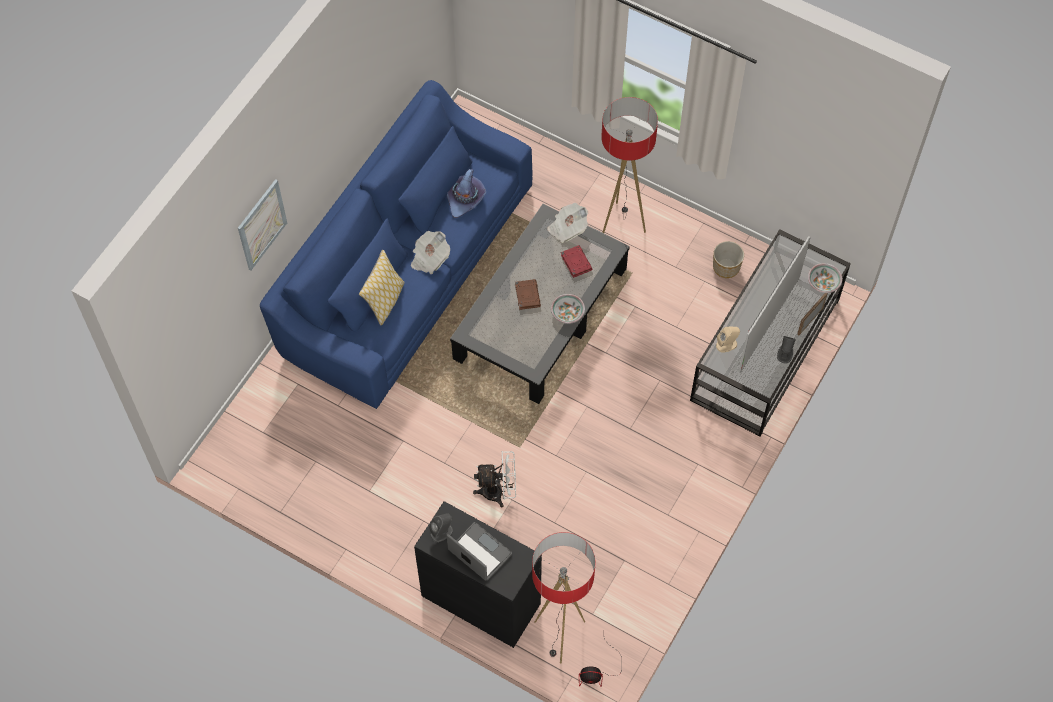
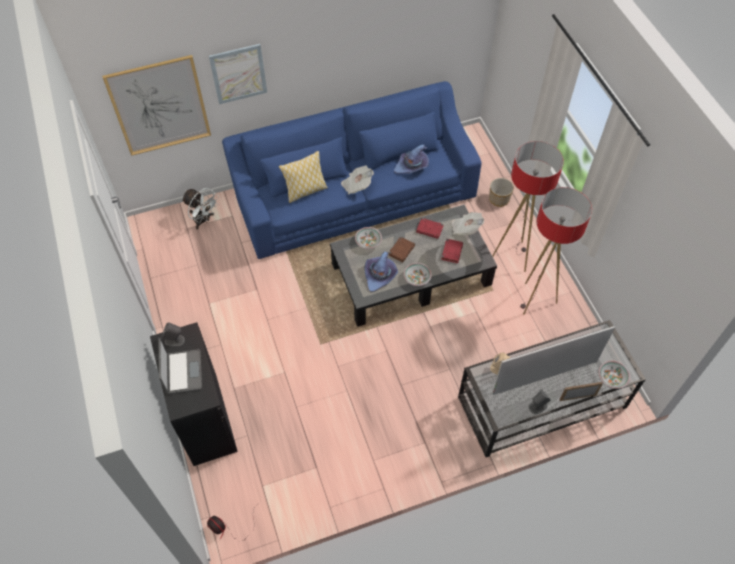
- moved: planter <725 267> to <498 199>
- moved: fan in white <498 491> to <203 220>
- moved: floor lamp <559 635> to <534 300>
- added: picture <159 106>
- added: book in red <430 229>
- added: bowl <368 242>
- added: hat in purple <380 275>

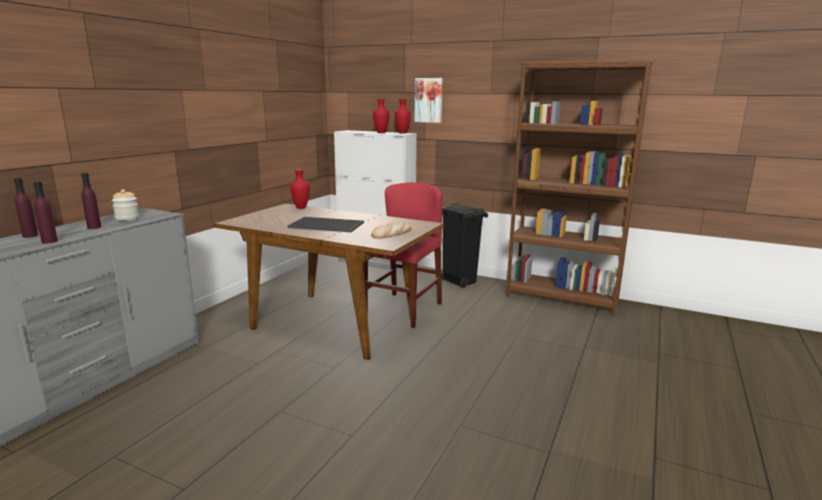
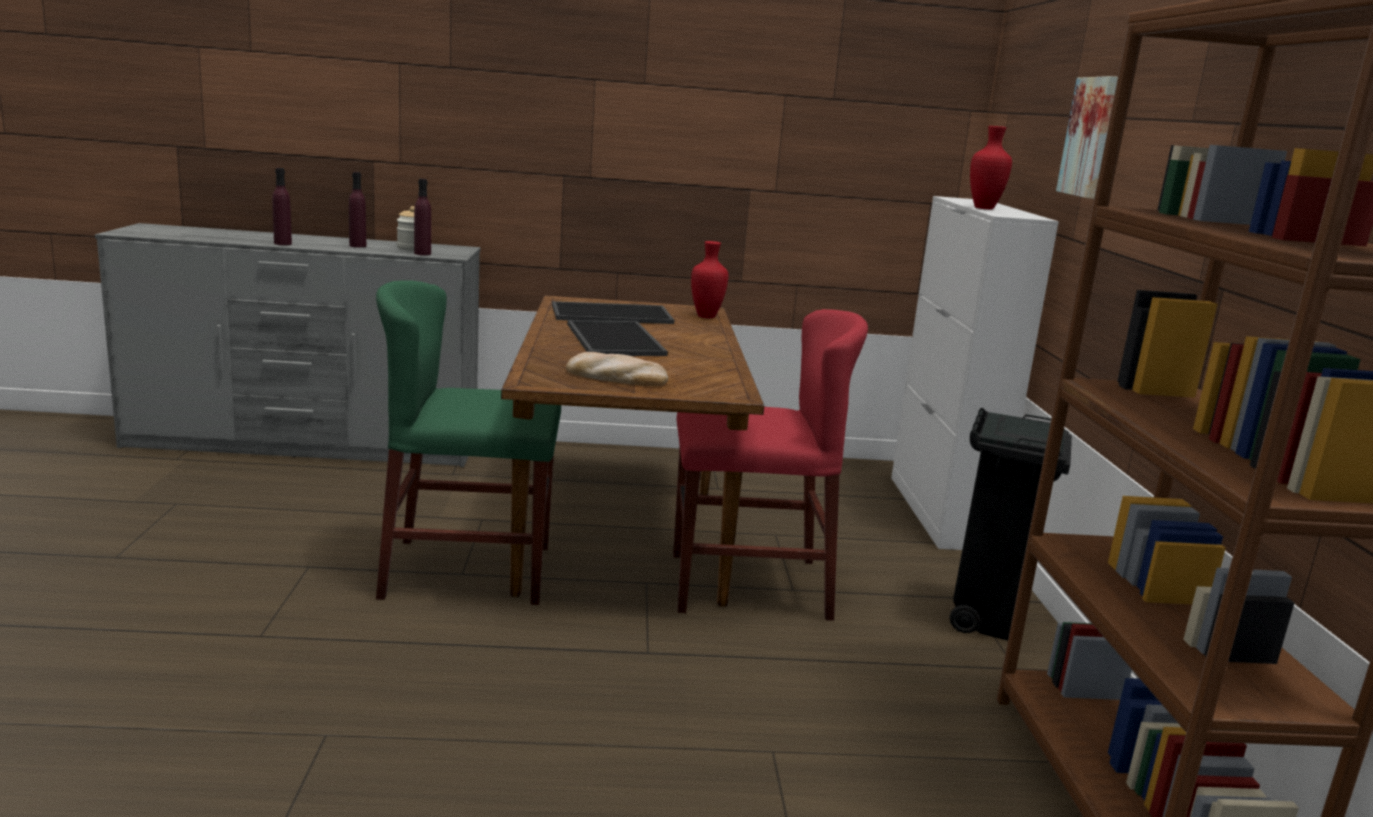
- removed: vase in red <402 133>
- moved: bottle in purple <30 236> to <422 253>
- added: chair in green <468 571>
- added: tray <612 314>

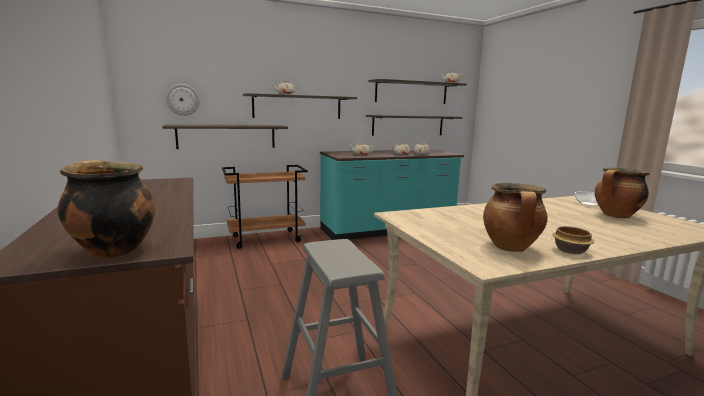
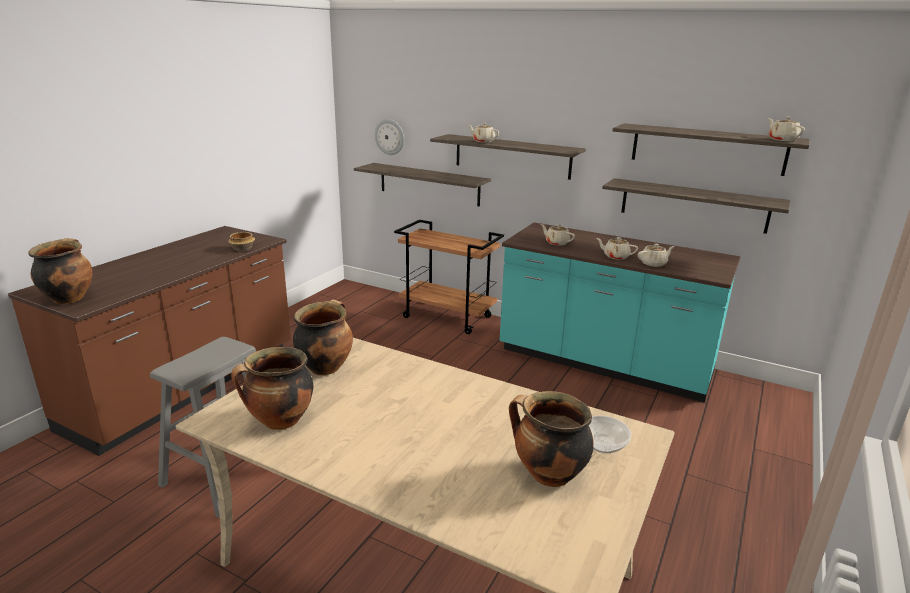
- moved: bowl <570 250> to <243 249>
- added: cooking pot <325 367>

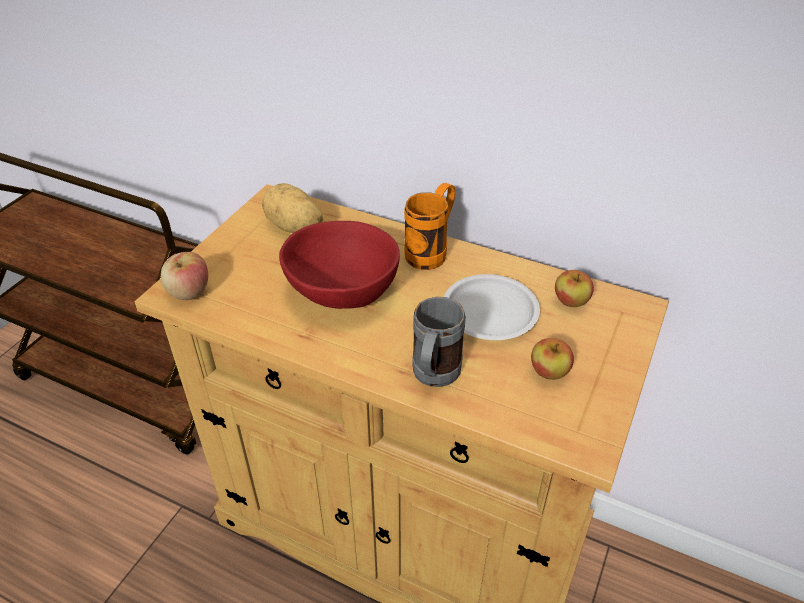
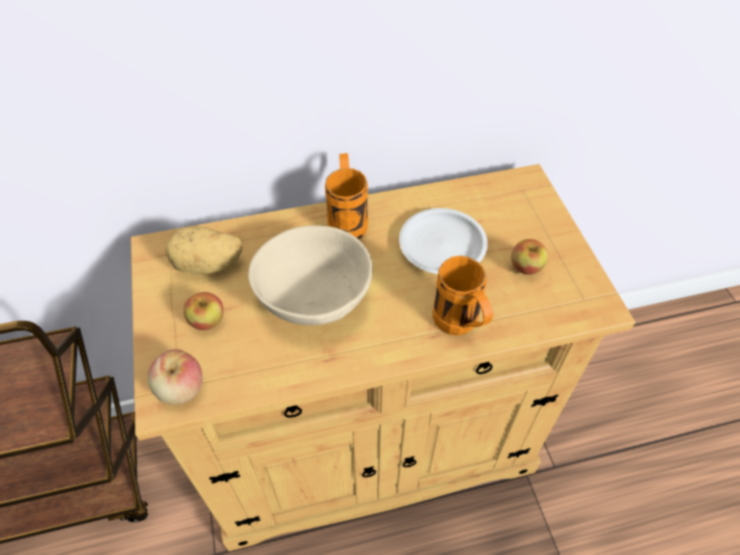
- recoloured: bowl in red <343 291> to bowl in beige <316 298>
- moved: apple <571 301> to <207 321>
- recoloured: mug in grey <433 378> to mug in orange <460 326>

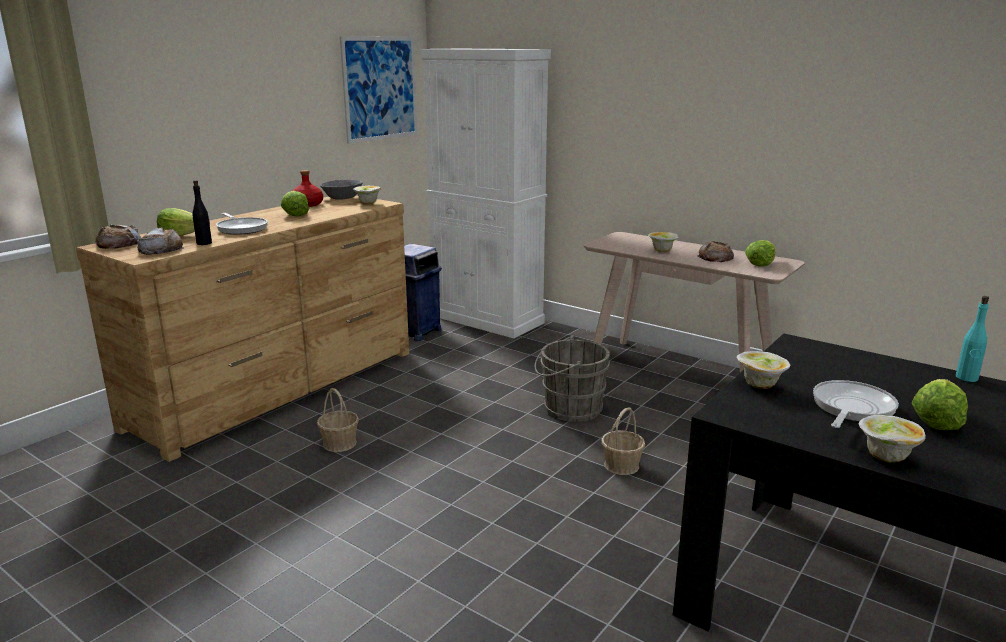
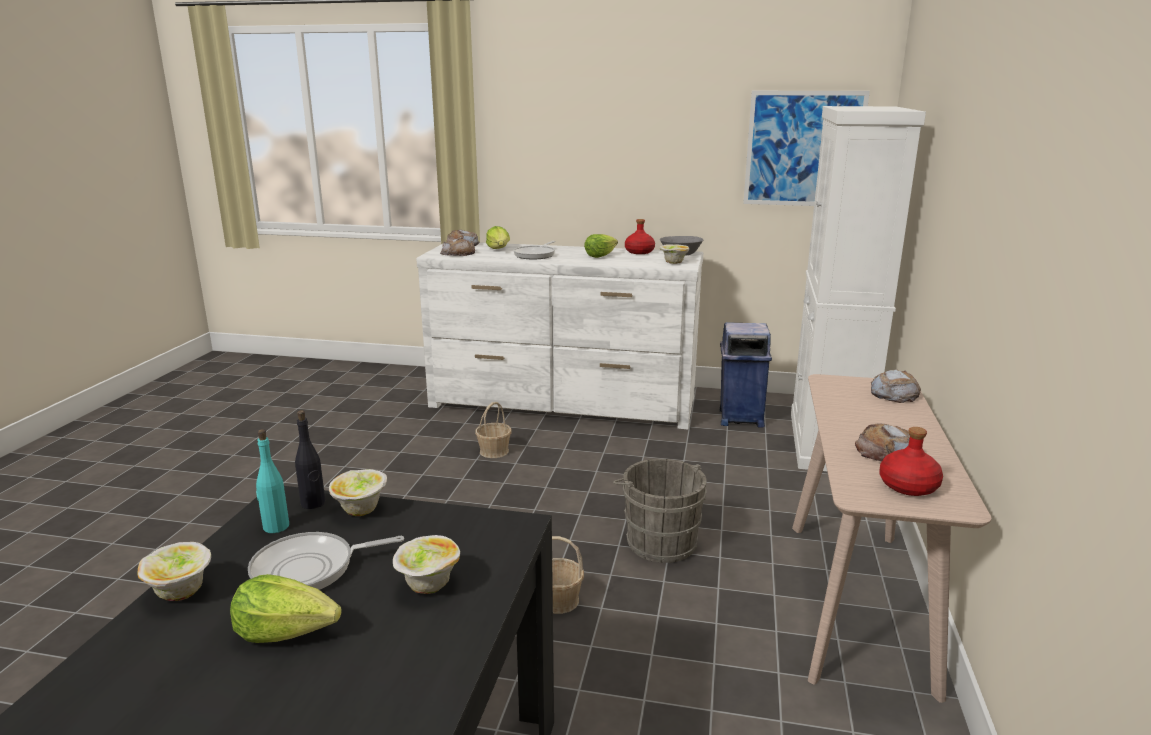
- moved: bottle in black <204 243> to <313 503>
- recoloured: dresser in brown <280 388> to dresser in white <563 403>
- moved: bowl <662 251> to <428 585>
- replaced: lettuce <760 263> to bottle in red <907 486>
- moved: bottle in turquoise <966 378> to <276 527>
- turned: frying pan <851 408> = <310 569> 150 degrees clockwise
- added: bread <894 393>

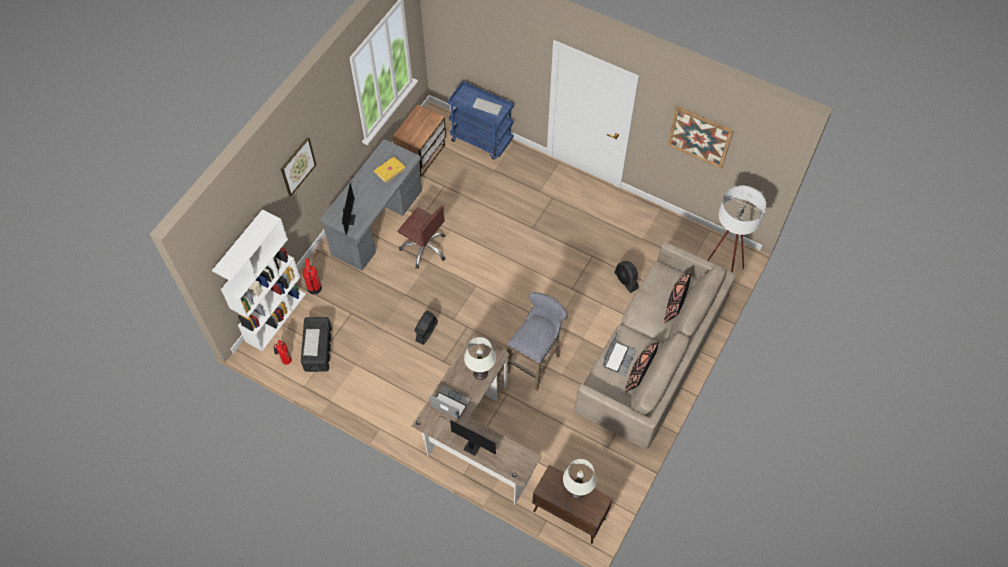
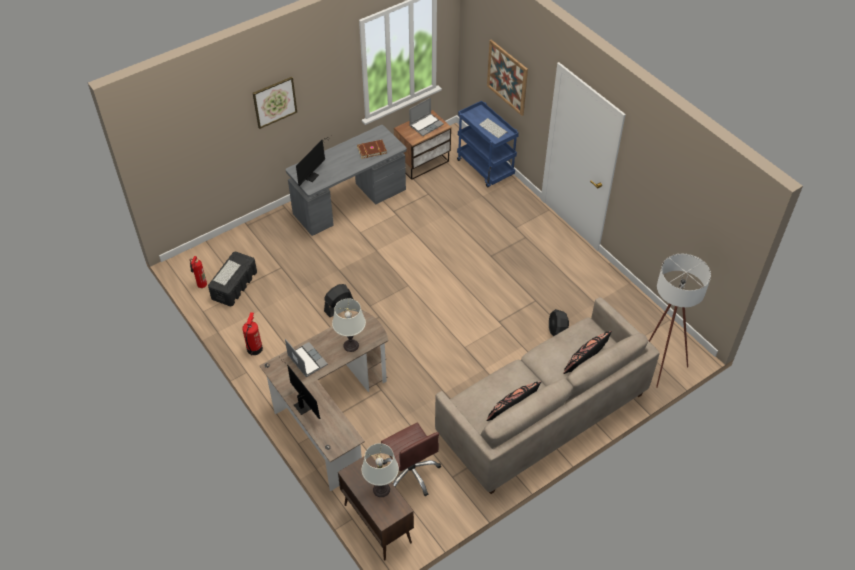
- moved: picture <699 137> to <507 77>
- recoloured: book in yellow <389 170> to book in brown <371 149>
- moved: office chair in brown <424 248> to <411 472>
- removed: bookcase in white <275 317>
- moved: fire extinguisher <314 287> to <255 348>
- removed: stool in grey <535 362>
- moved: laptop <618 358> to <426 125>

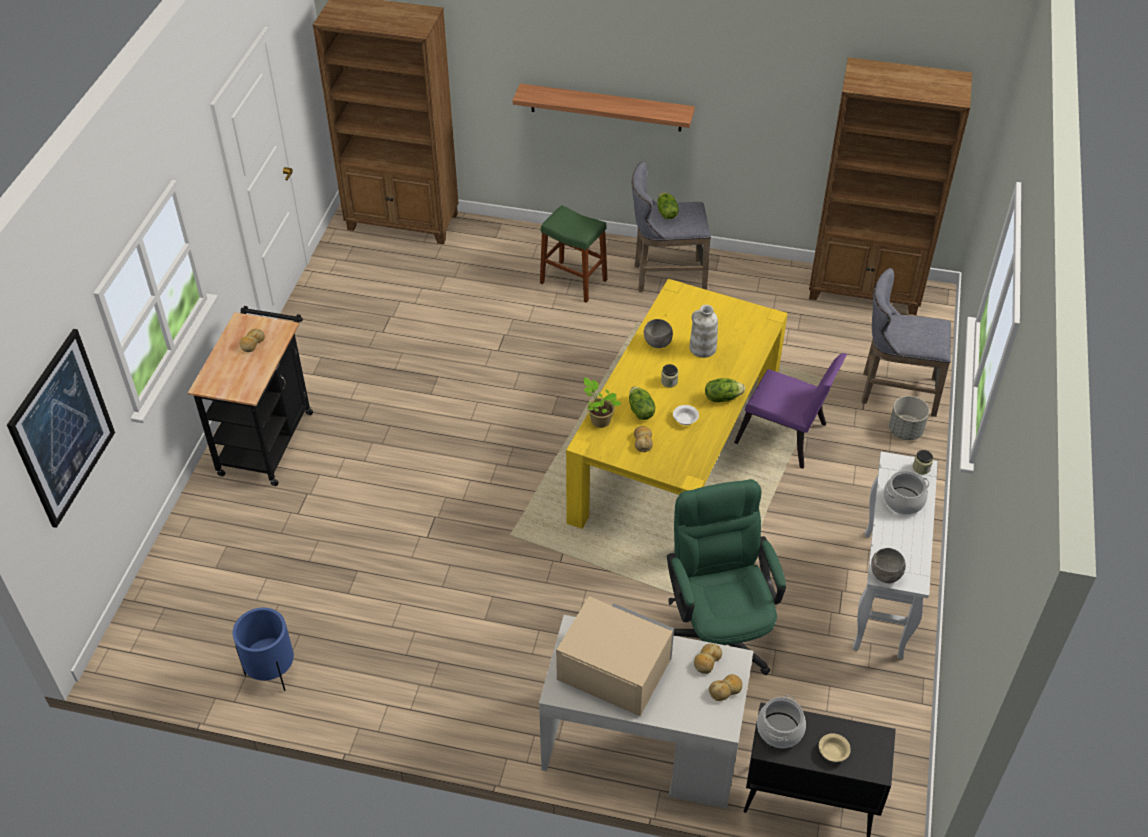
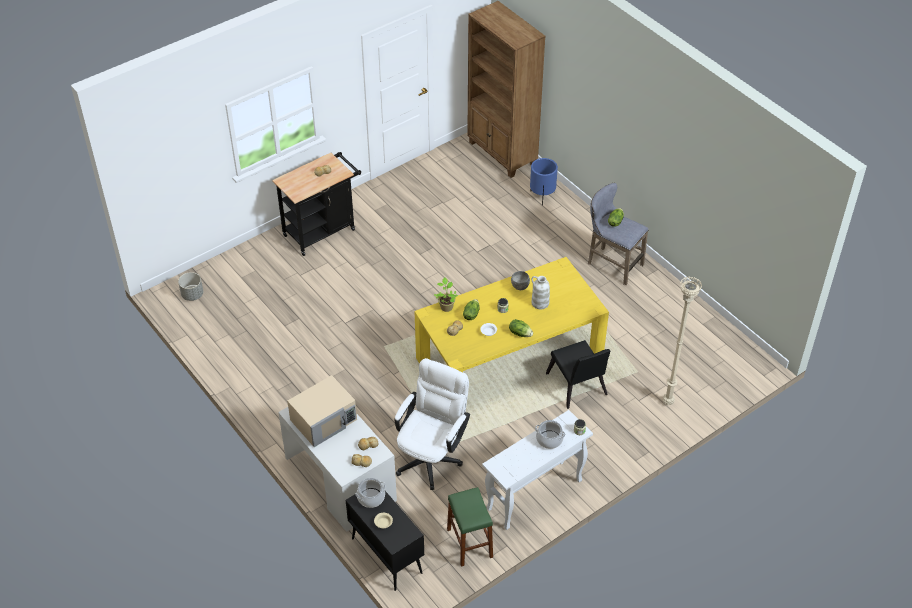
- removed: bookcase in brown <865 291>
- removed: shelf <606 107>
- moved: stool in green <573 281> to <469 543>
- replaced: stool in grey <894 391> to floor lamp in beige <668 402>
- removed: picture <62 428>
- recoloured: chair in purple <785 437> to chair in black <577 387>
- moved: planter in grey <905 430> to <192 294>
- recoloured: office chair in green <719 631> to office chair in white <432 456>
- removed: bowl in grey <885 575>
- turned: microwave in beige <613 669> = <324 420> 75 degrees clockwise
- moved: planter in blue <272 672> to <542 196>

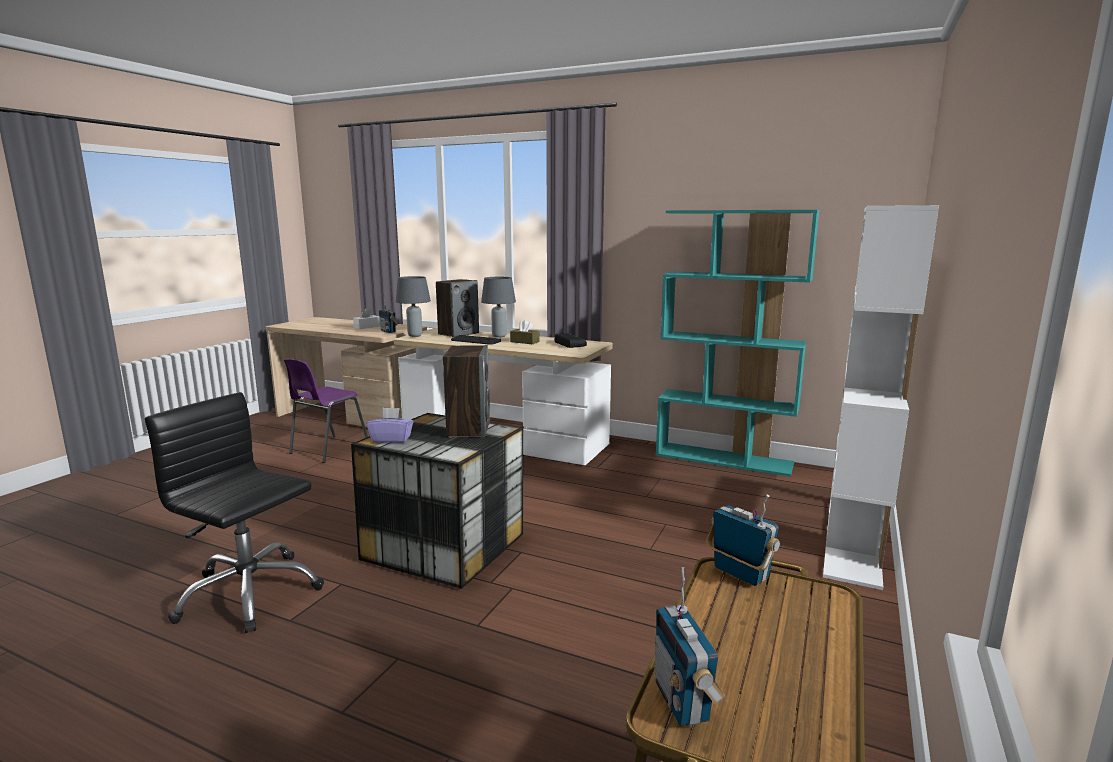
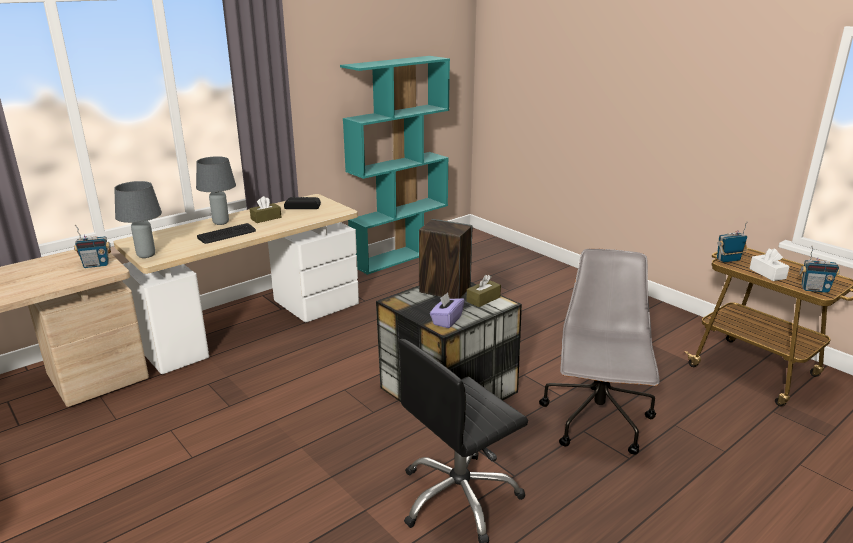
- removed: bookcase in white <854 540>
- removed: speaker <458 333>
- moved: tissue box in white <367 327> to <767 273>
- removed: chair in purple <328 450>
- added: office chair in grey <597 422>
- added: tissue box in brown <483 299>

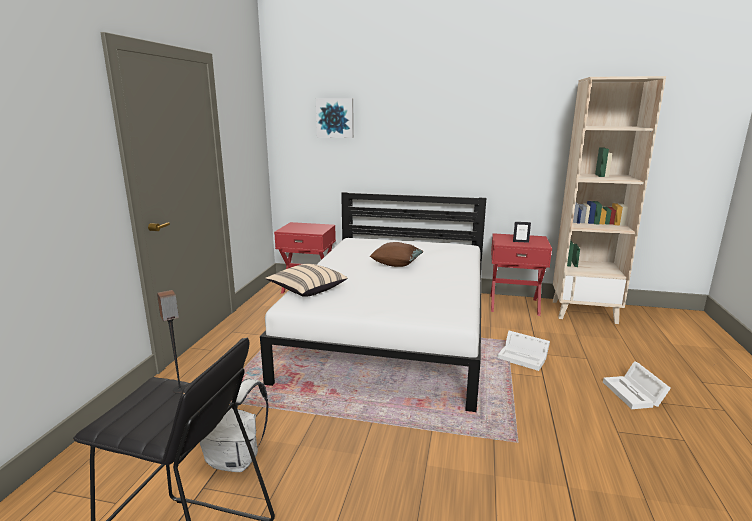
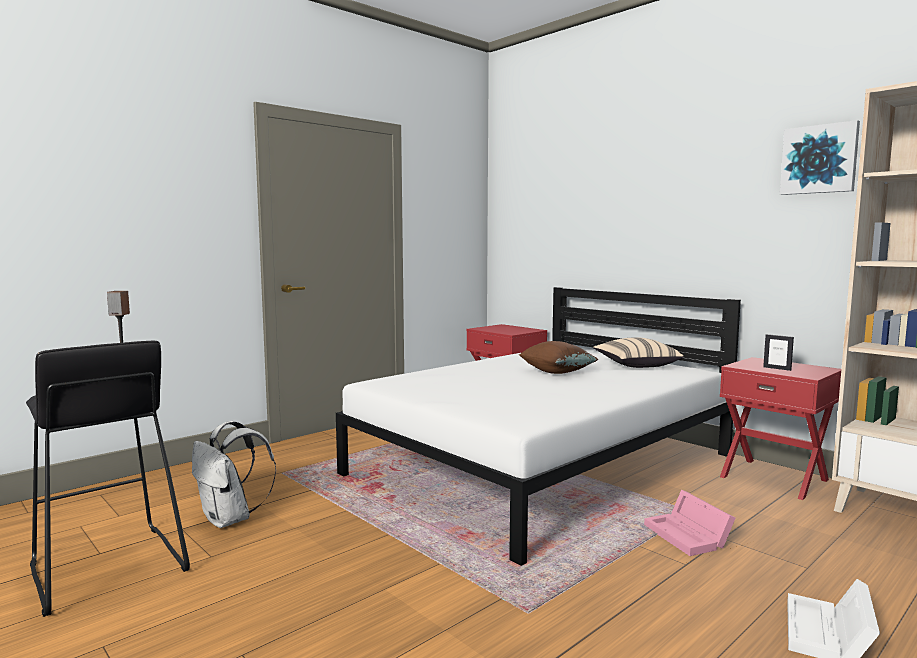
- moved: picture <335 118> to <819 159>
- moved: pillow in beige <307 289> to <636 365>
- recoloured: storage box in white <524 358> to storage box in pink <689 536>

